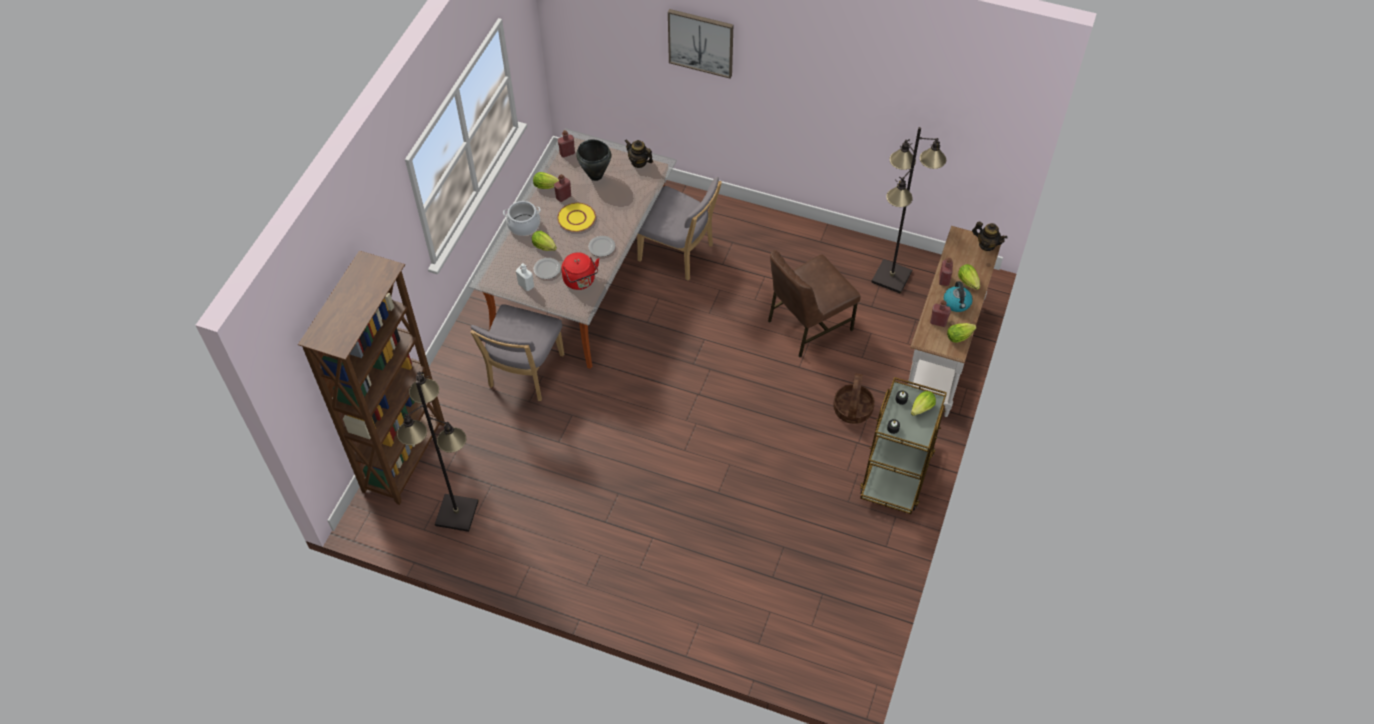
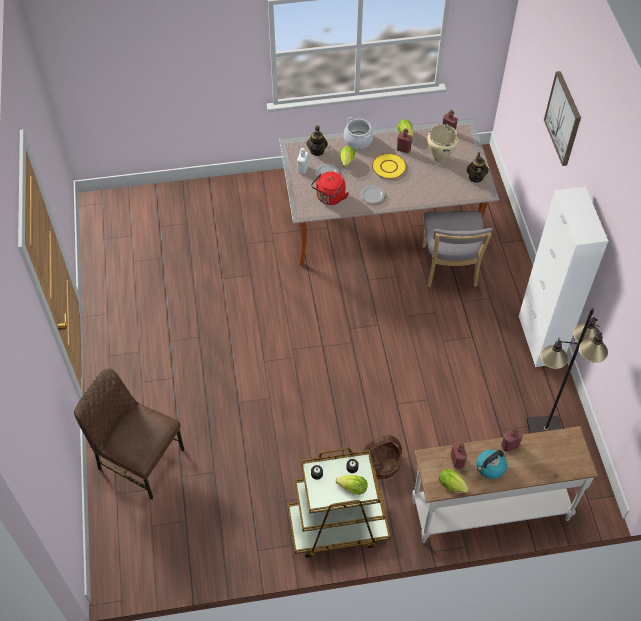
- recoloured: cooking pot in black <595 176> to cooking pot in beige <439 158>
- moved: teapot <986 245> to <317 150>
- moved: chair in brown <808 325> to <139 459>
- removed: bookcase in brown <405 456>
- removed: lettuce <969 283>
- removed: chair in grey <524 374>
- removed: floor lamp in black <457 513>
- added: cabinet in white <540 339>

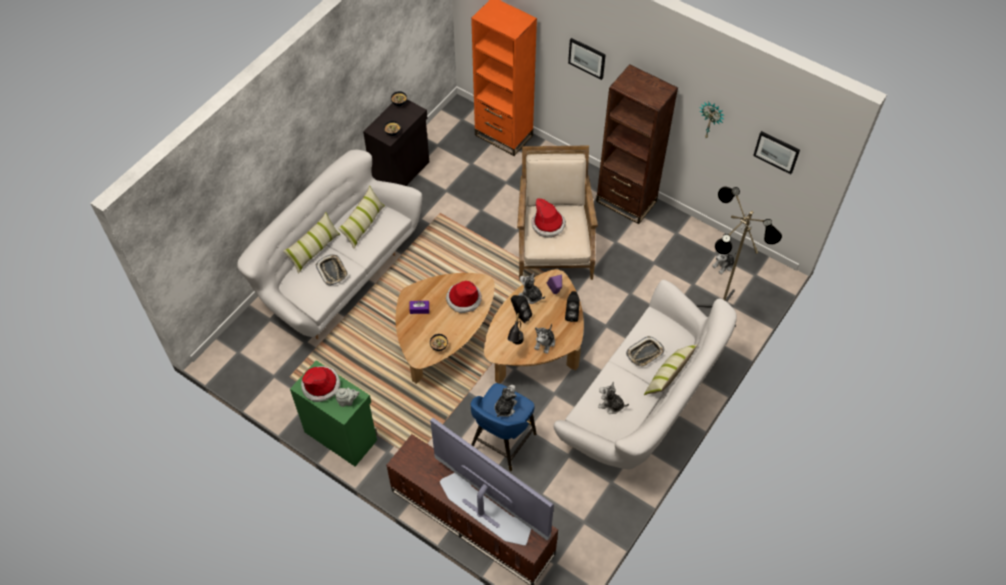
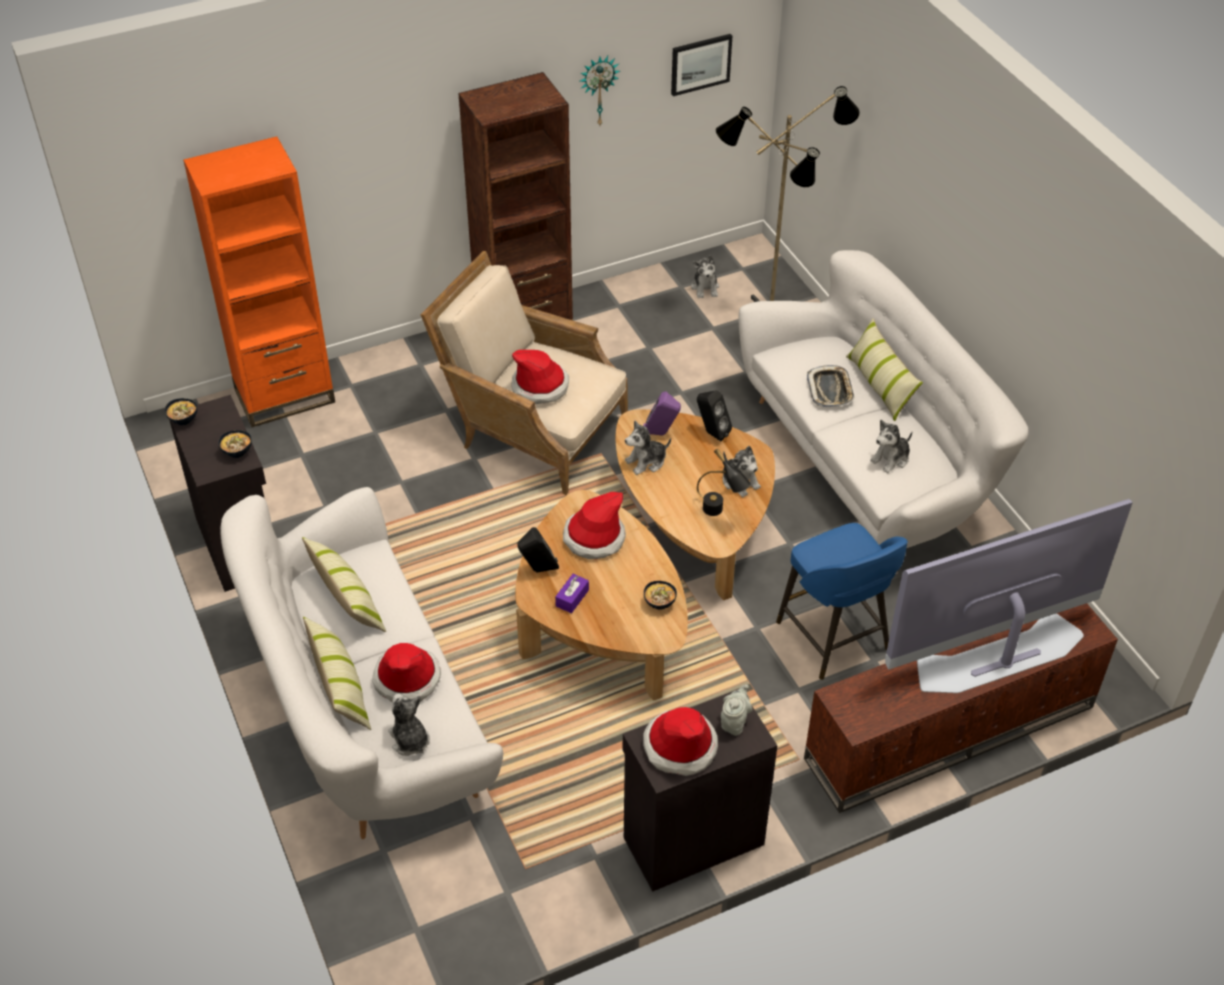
- removed: picture <587 58>
- replaced: tray <332 271> to hat <407 678>
- moved: speaker in black <520 316> to <538 570>
- recoloured: cabinet in green <341 435> to cabinet in black <691 839>
- moved: plush toy <505 407> to <409 740>

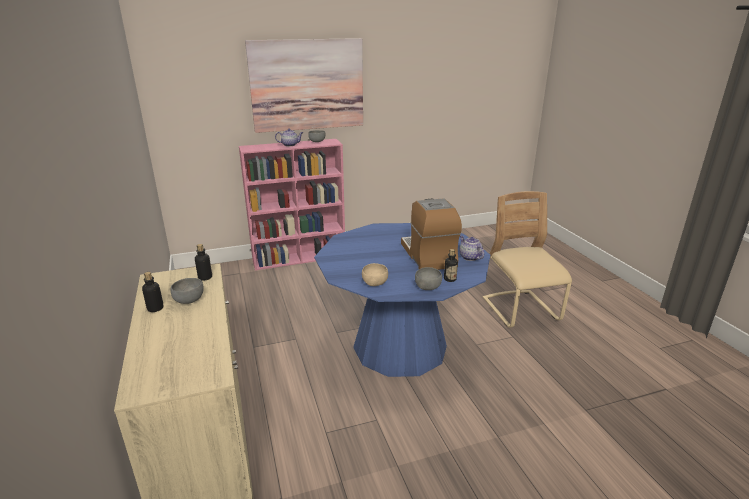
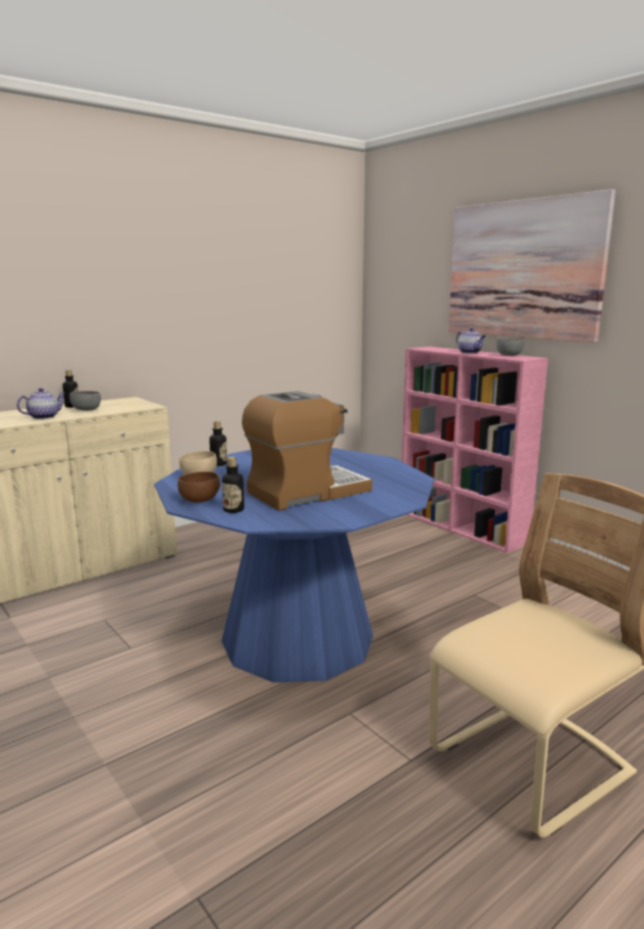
- moved: teapot <469 257> to <44 417>
- moved: bottle <205 277> to <219 464>
- recoloured: bowl in grey <428 287> to bowl in brown <199 501>

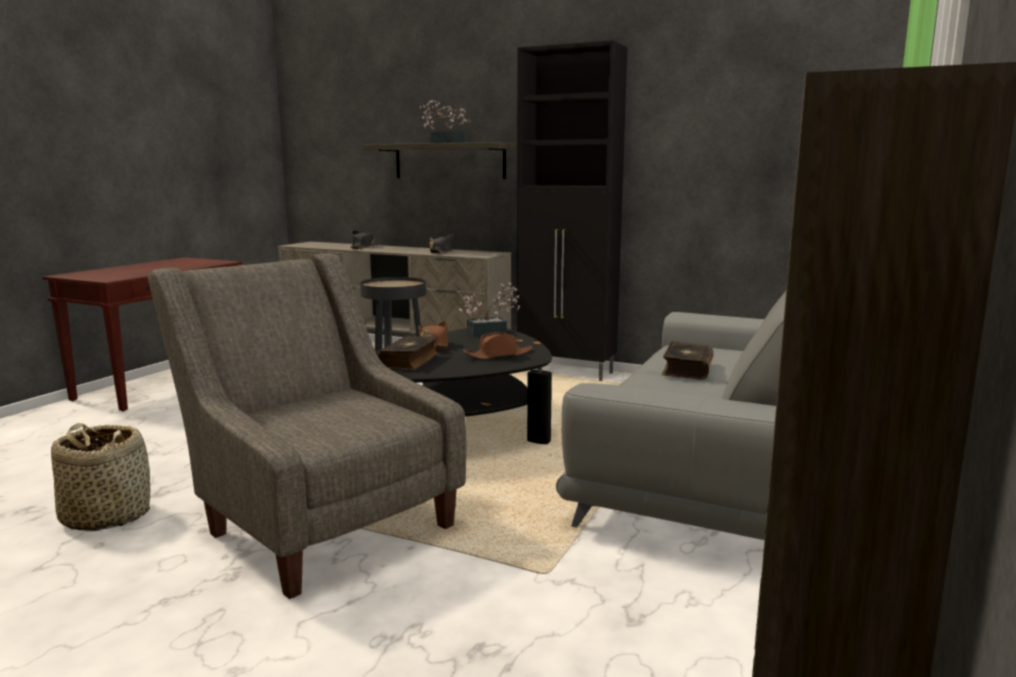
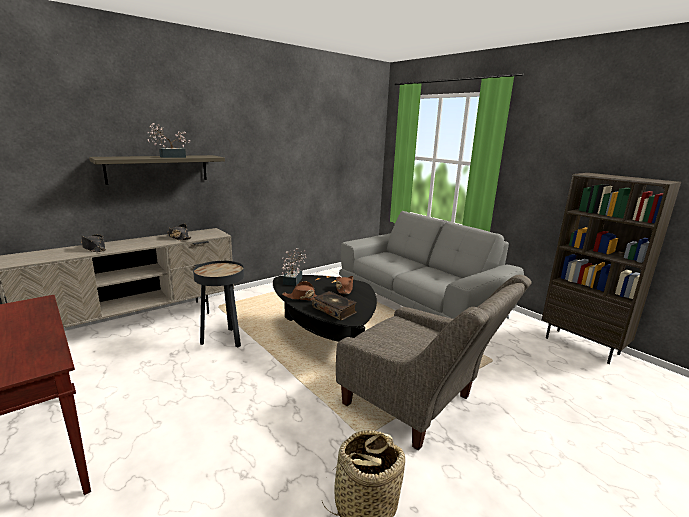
- removed: cabinet in black <567 372>
- turned: armchair in grey <319 521> = <419 407> 120 degrees counterclockwise
- removed: book <686 370>

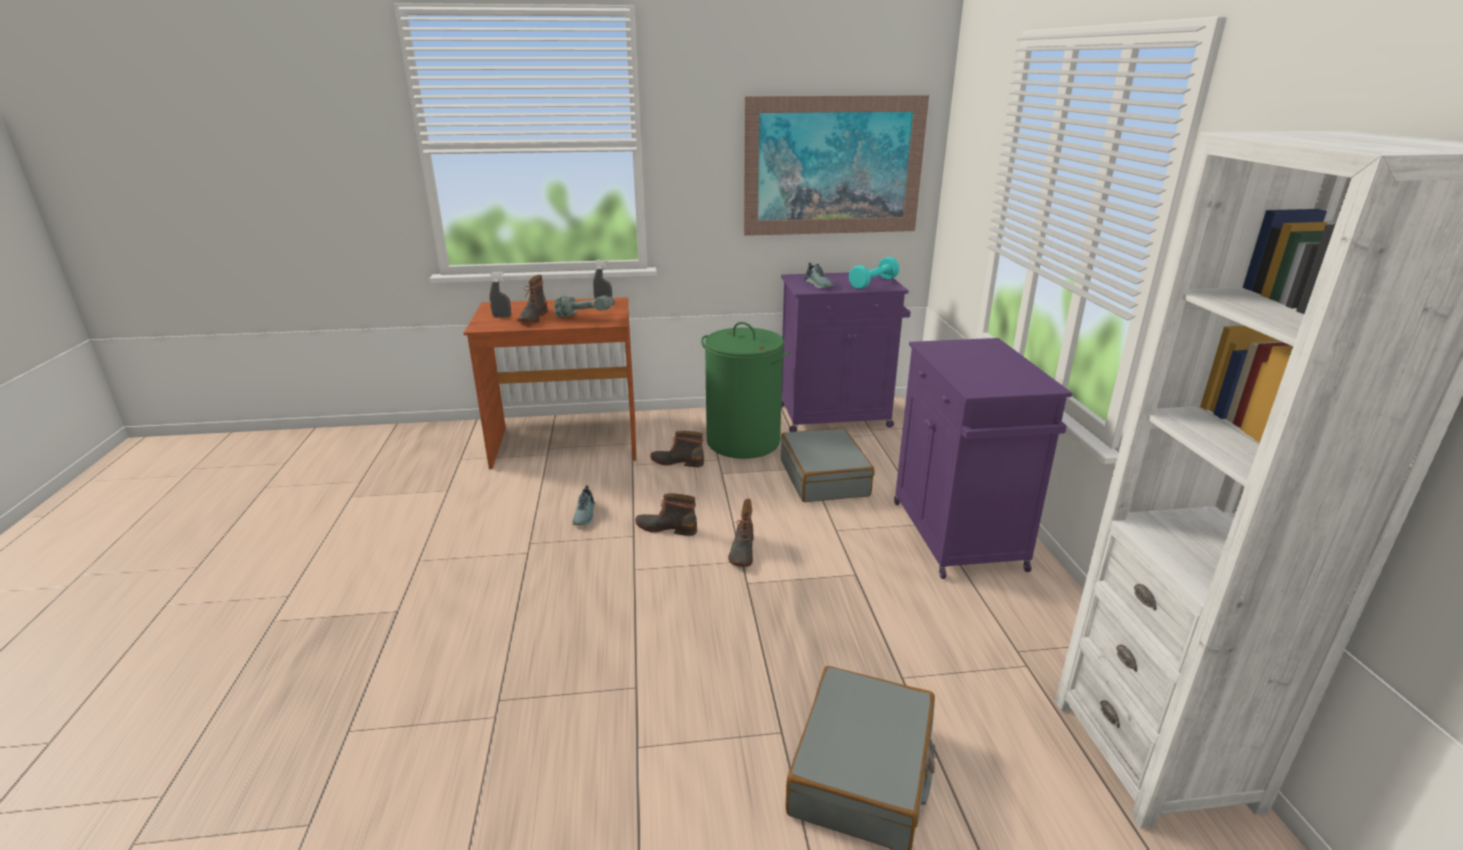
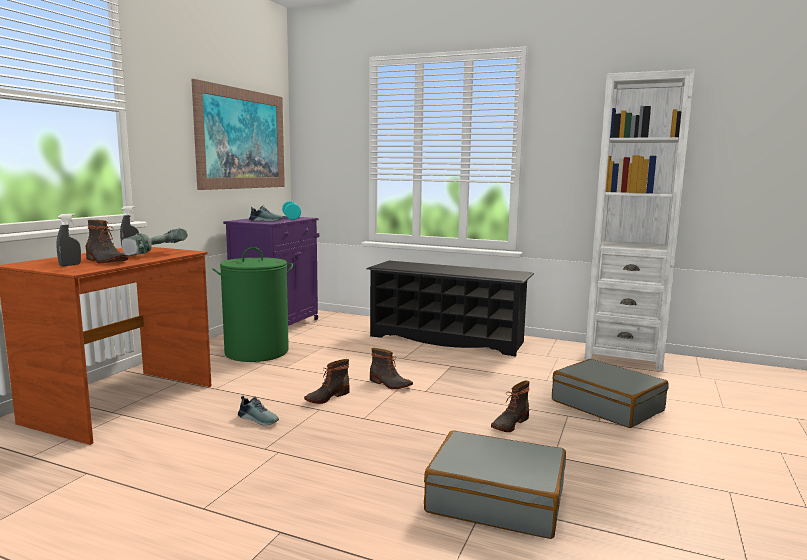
- replaced: cabinet in purple <958 537> to shoe rack in black <447 339>
- moved: suitcase in grey <824 478> to <496 499>
- moved: boot <677 461> to <509 424>

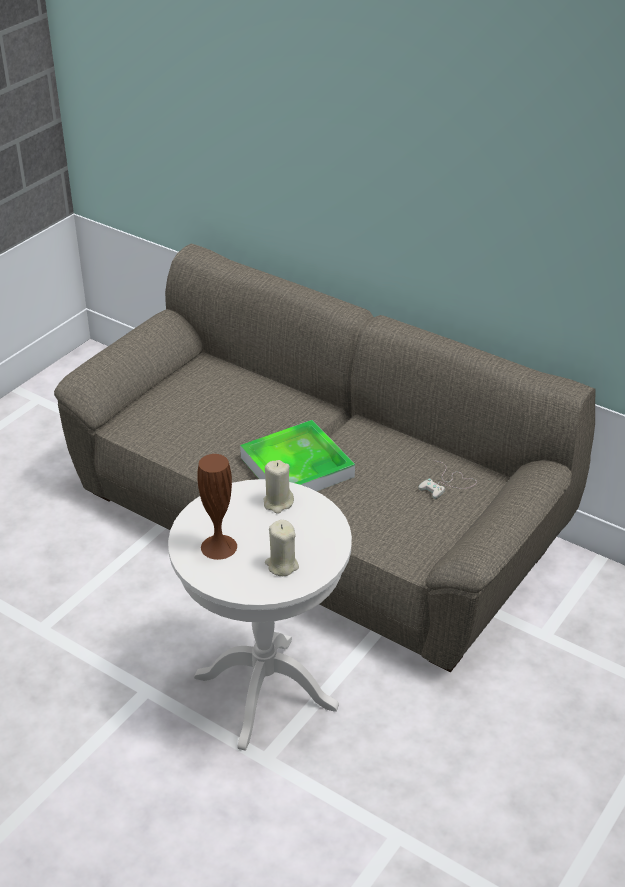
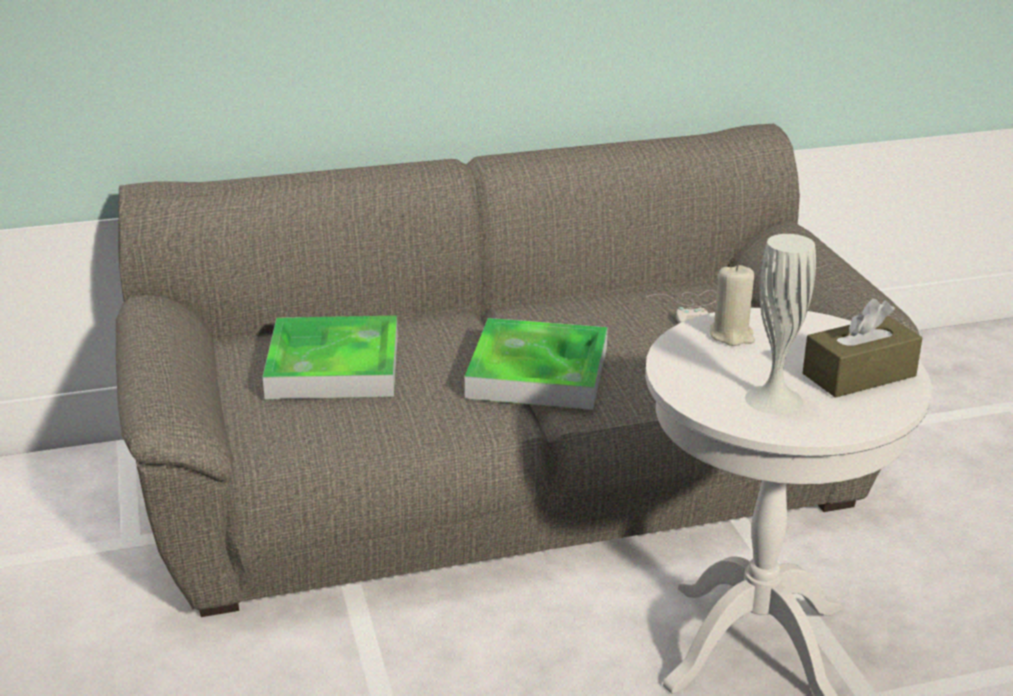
- recoloured: vase in brown <219 547> to vase in white <774 399>
- replaced: candle in beige <282 565> to tissue box in brown <859 375>
- added: tray <333 366>

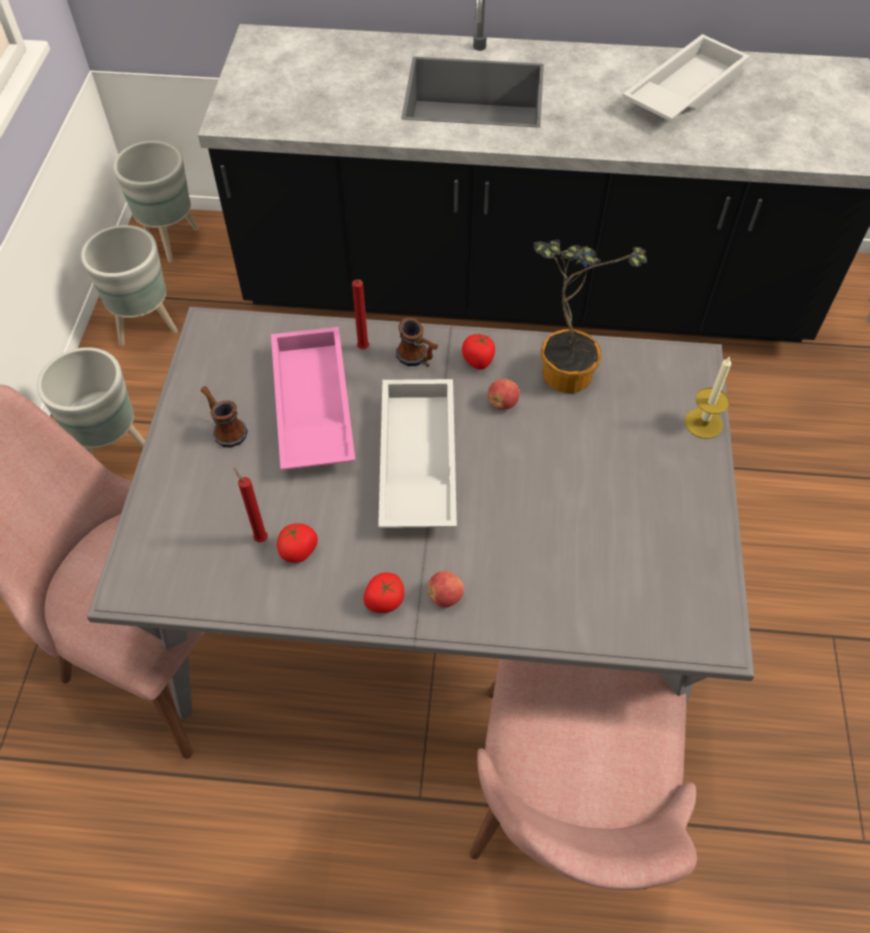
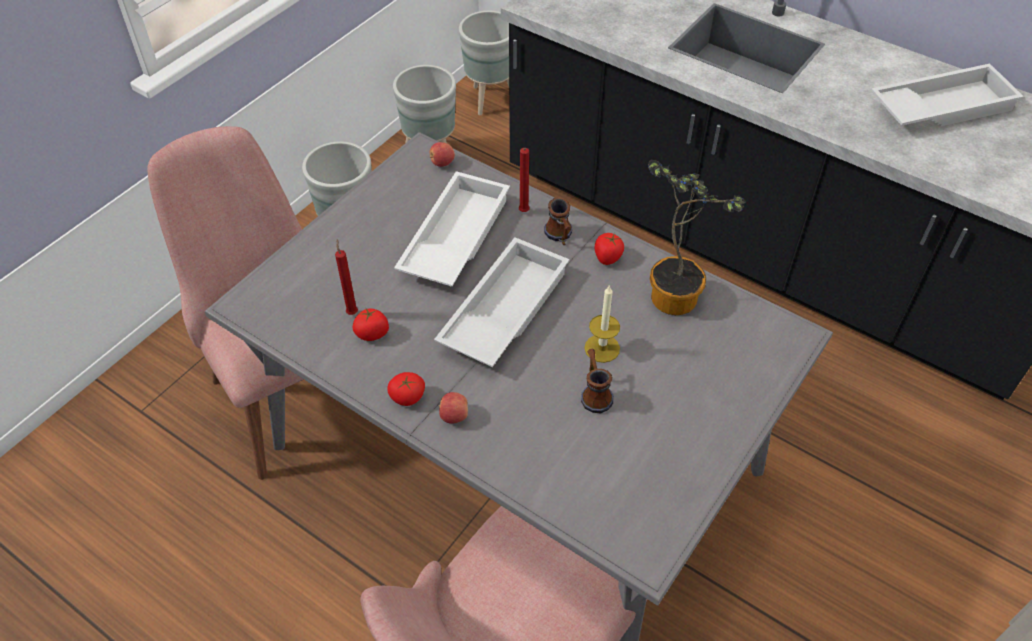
- recoloured: tray in pink <310 407> to tray in white <453 237>
- moved: candle <703 423> to <602 348>
- moved: apple <502 403> to <442 163>
- moved: mug <225 428> to <594 393>

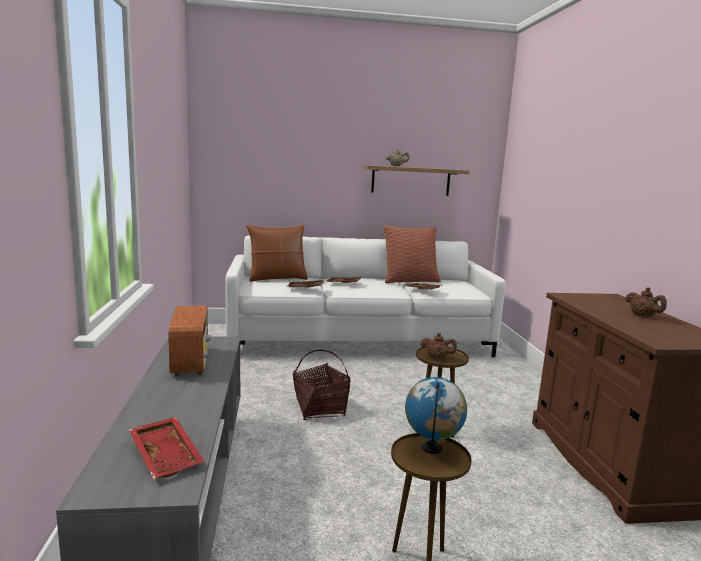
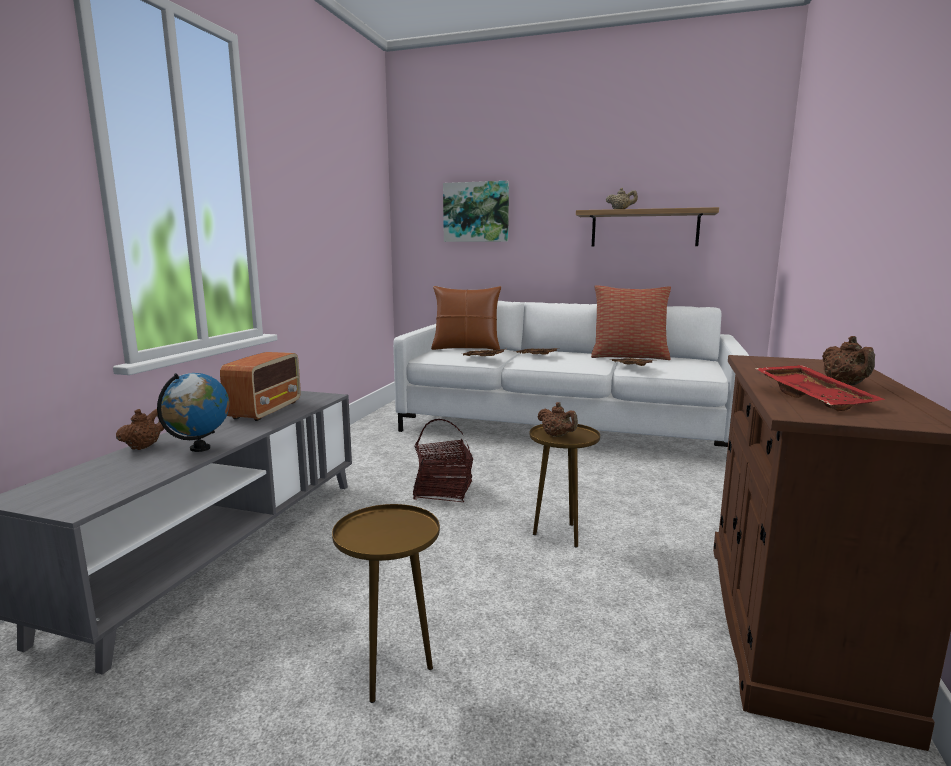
- moved: globe <432 449> to <200 448>
- moved: tray in red <167 455> to <814 398>
- added: picture <476 212>
- added: teapot in brown <144 447>

